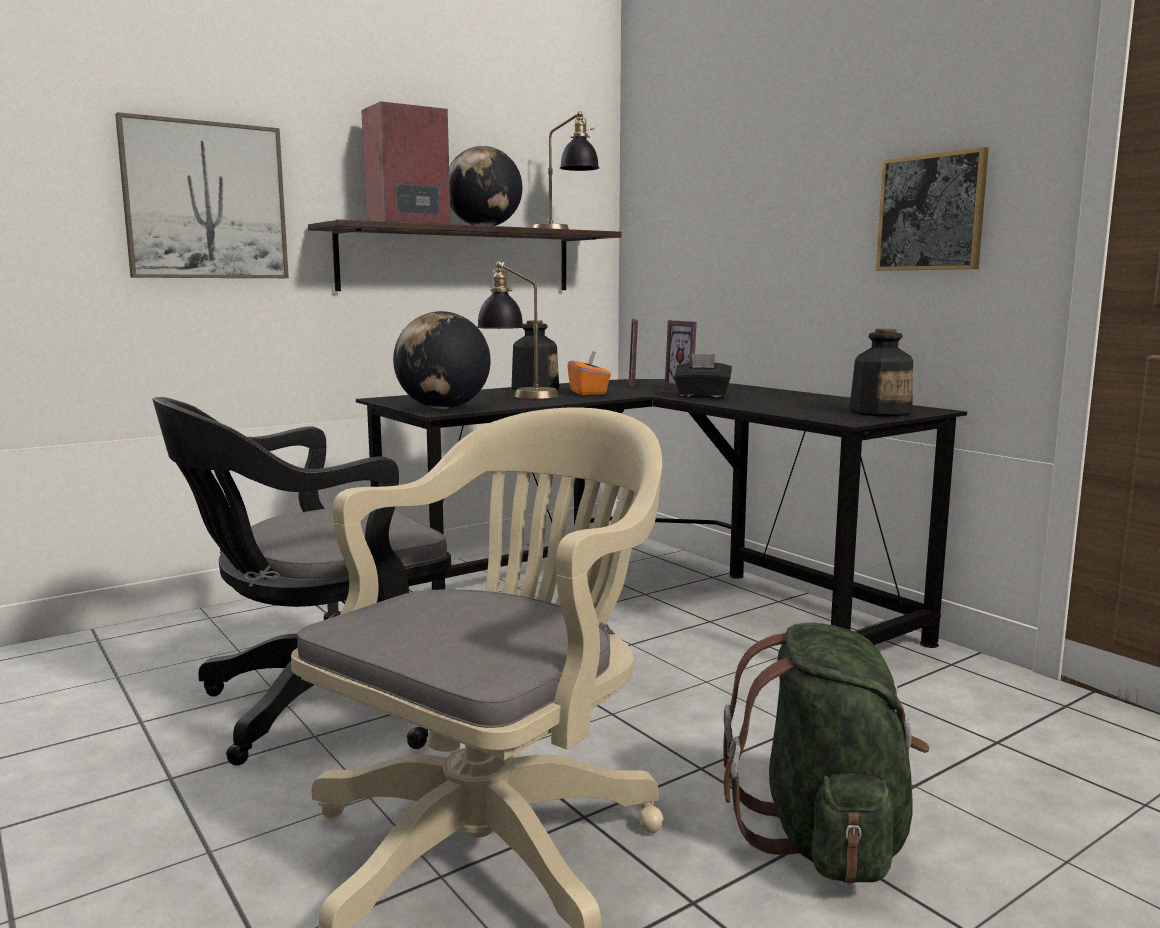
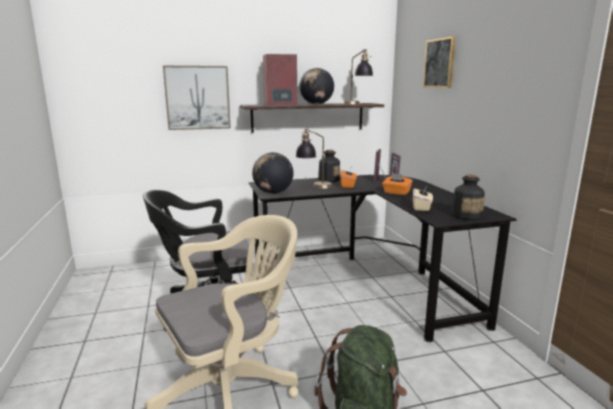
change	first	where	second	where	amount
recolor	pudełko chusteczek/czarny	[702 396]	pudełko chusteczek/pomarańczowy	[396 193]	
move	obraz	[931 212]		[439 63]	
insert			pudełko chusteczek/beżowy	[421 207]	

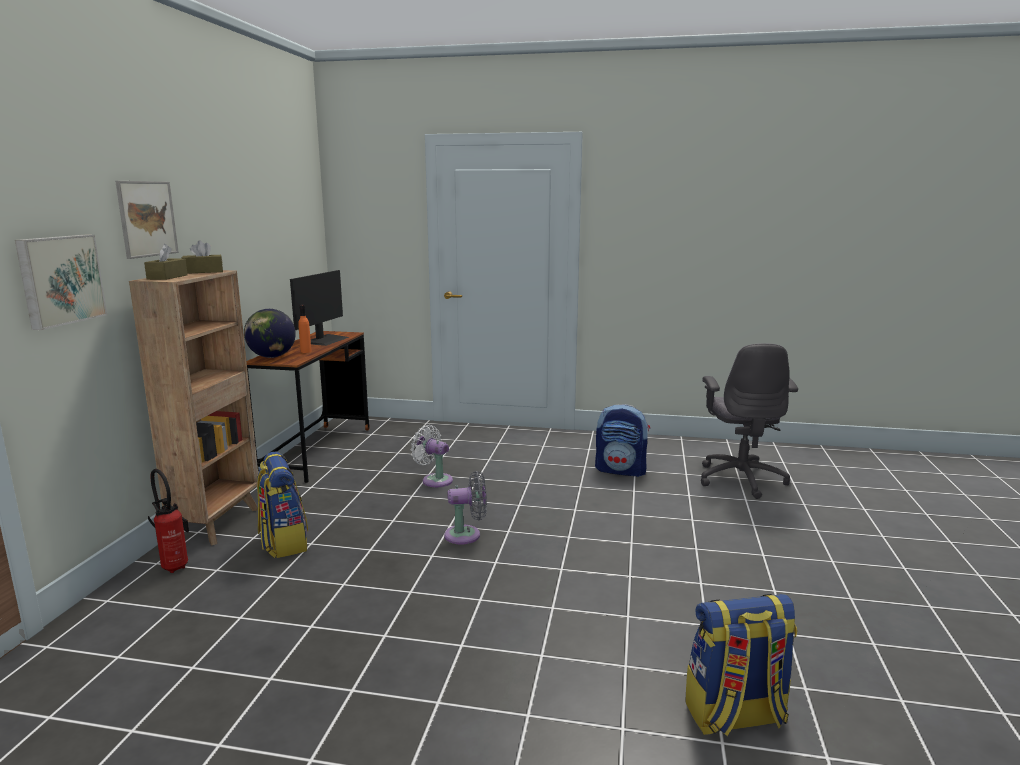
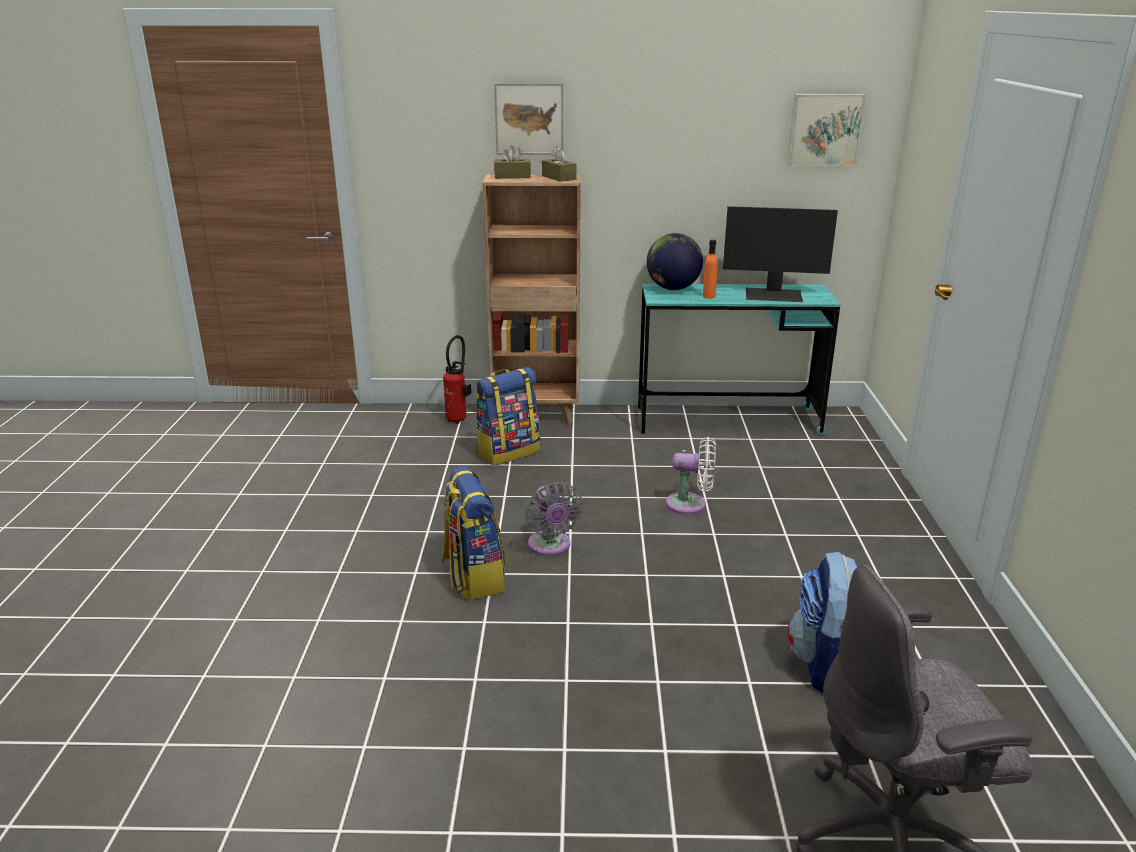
change	first	where	second	where	amount
move	obraz	[59 280]		[824 129]	
recolor	biurko/brązowy	[317 451]	biurko/turkusowy	[727 420]	
rotate	wentylator/biały	[434 480]		[690 504]	75 degrees clockwise
move	plecak	[735 716]		[473 577]	

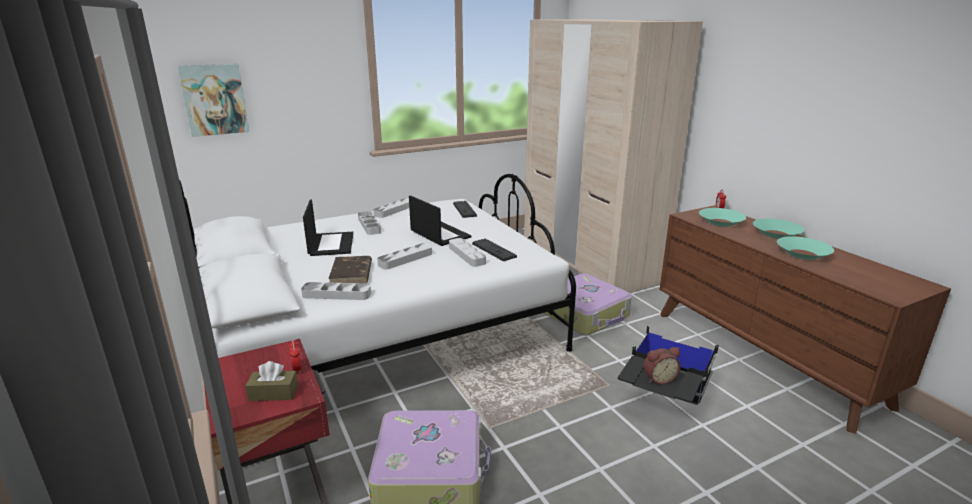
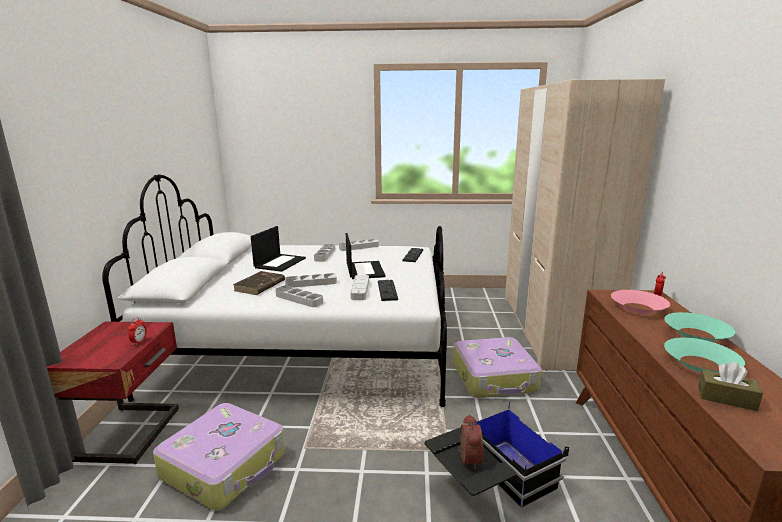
change	first	where	second	where	amount
delete	obraz	[214 99]			
move	pudełko chusteczek/brązowy	[273 393]		[726 398]	
move	taca/szary	[336 294]		[299 299]	
rotate	budzik	[658 378]		[467 458]	105 degrees counterclockwise
recolor	miska/turkusowy	[721 222]	miska/różowy	[638 308]	

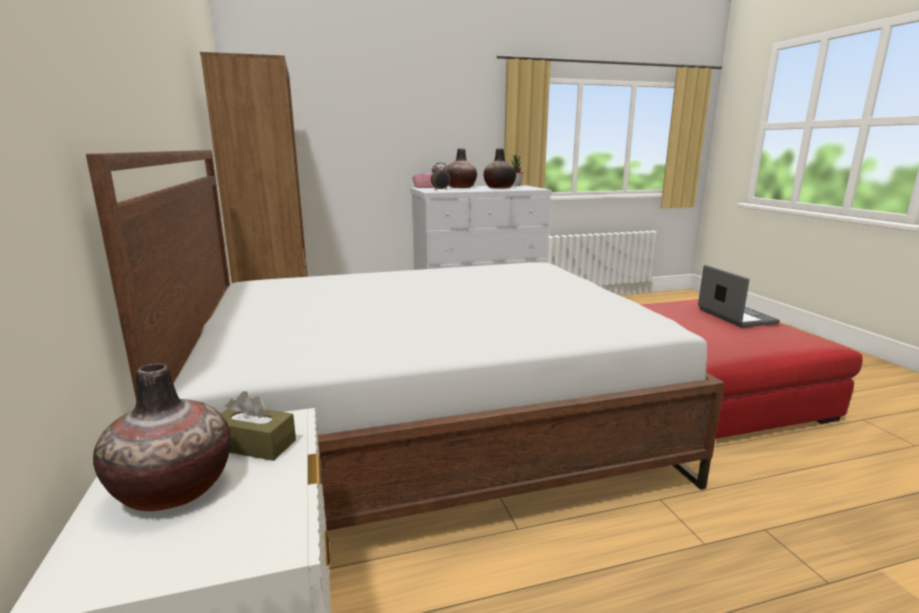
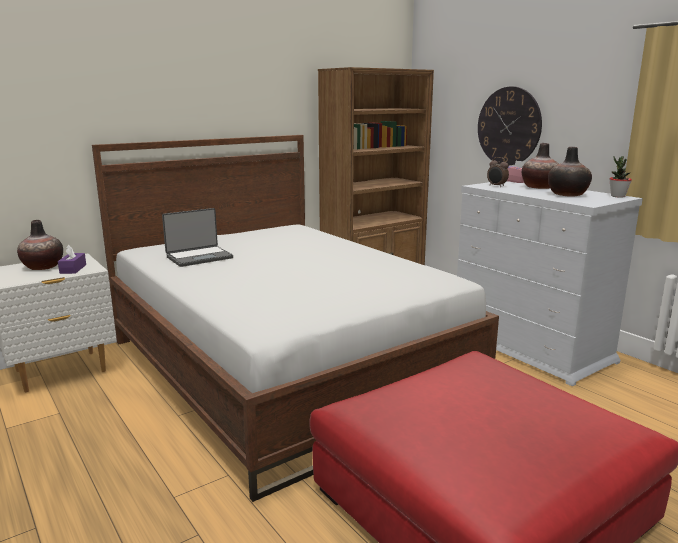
change	first	where	second	where	amount
recolor	pudełko chusteczek/brązowy	[255 445]	pudełko chusteczek/fioletowy	[73 269]	
move	laptop	[735 316]		[199 257]	
insert			zegar ścienny	[508 126]	

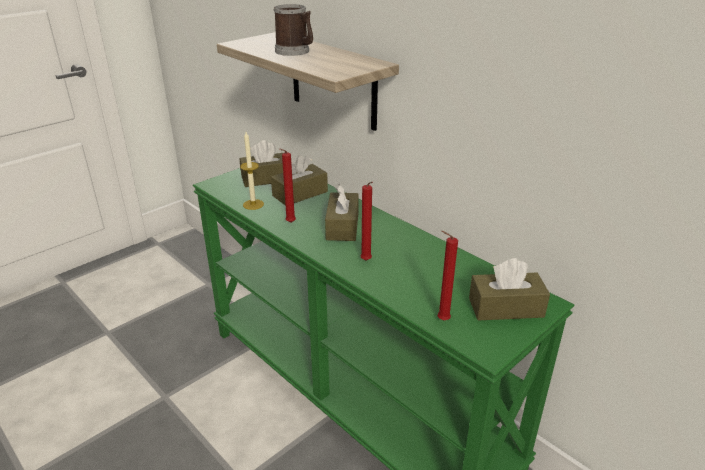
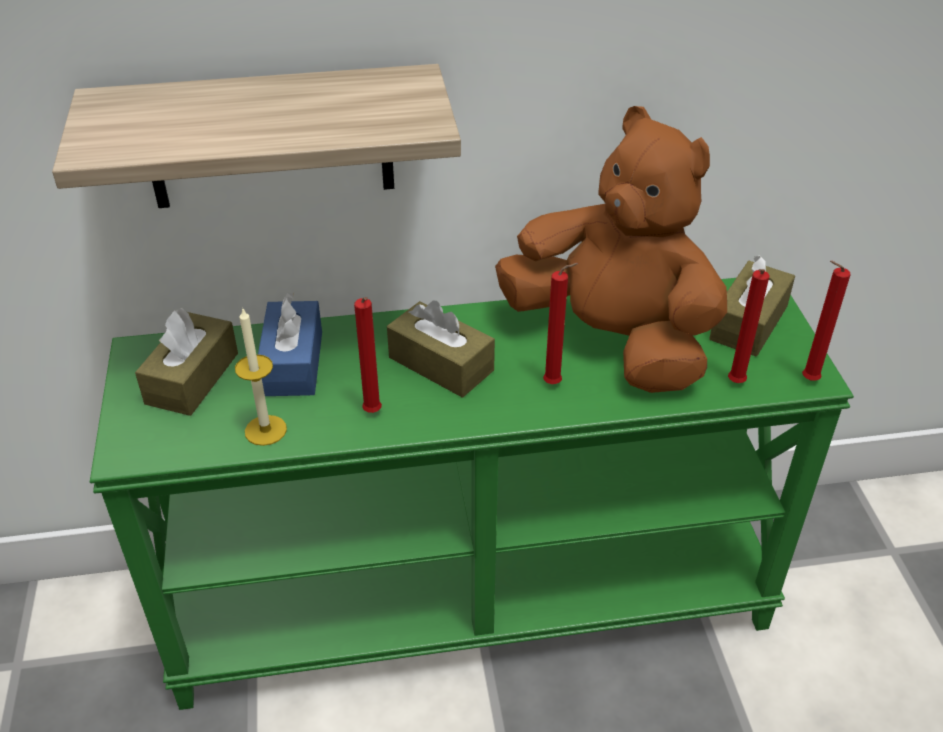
change	first	where	second	where	amount
recolor	pudełko chusteczek/brązowy	[300 194]	pudełko chusteczek/niebieski	[293 363]	
delete	kubek	[295 51]			
insert			pluszak/brązowy	[612 340]	
insert			świeca/czerwony	[806 380]	

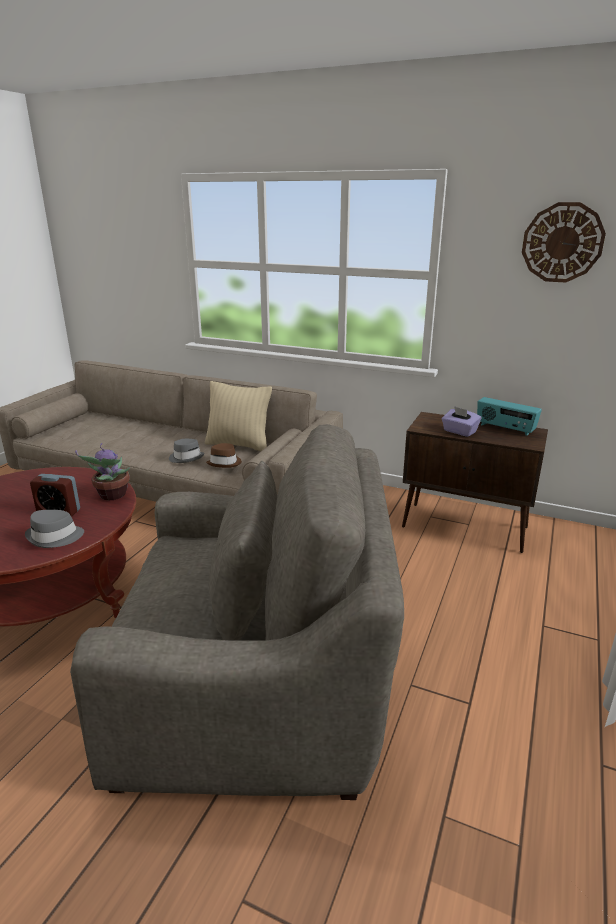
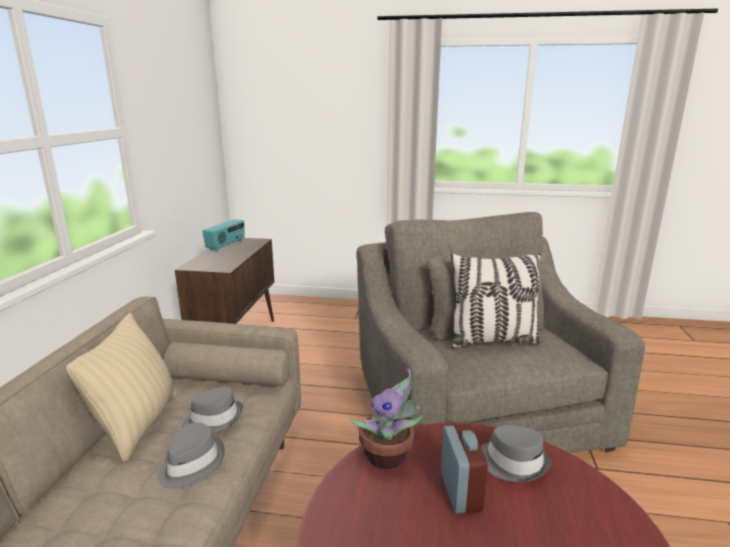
change	first	where	second	where	amount
recolor	kapelusz/brązowy	[225 463]	kapelusz/szary	[214 419]	
delete	pudełko chusteczek/fioletowy	[459 432]			
delete	zegar ścienny	[562 243]			
insert			poduszka	[492 341]	

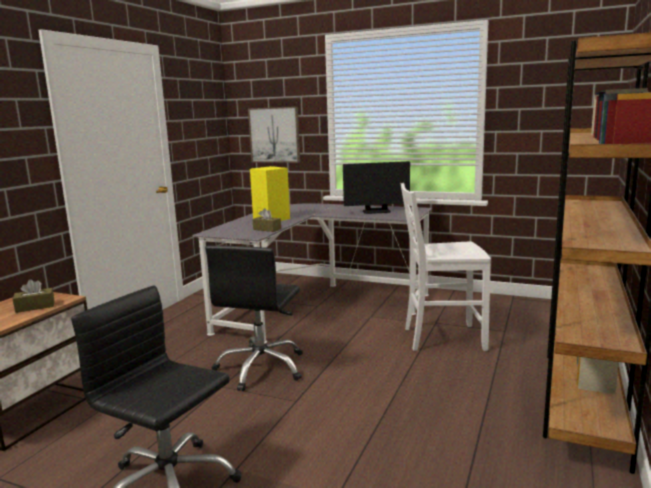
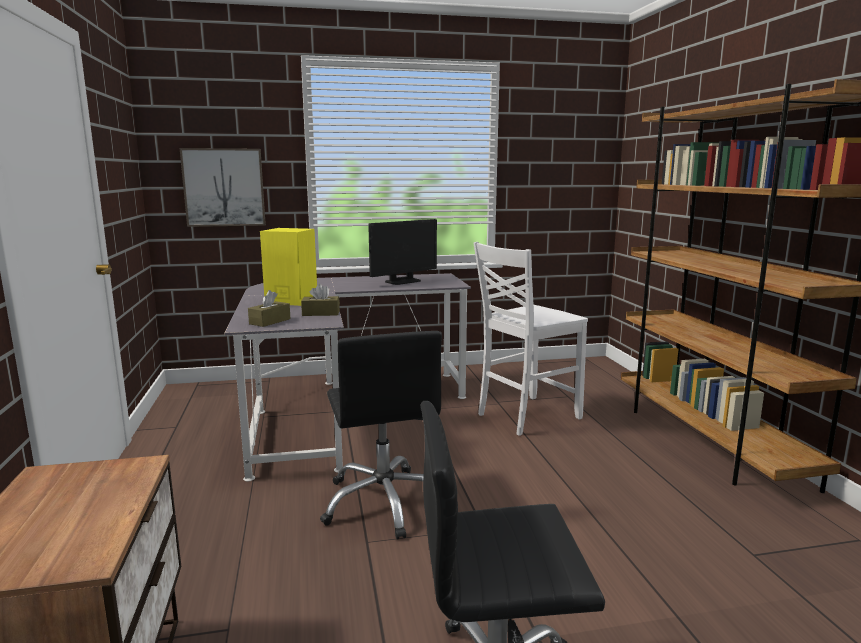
change	first	where	second	where	amount
move	pudełko chusteczek/brązowy	[35 307]		[270 321]	

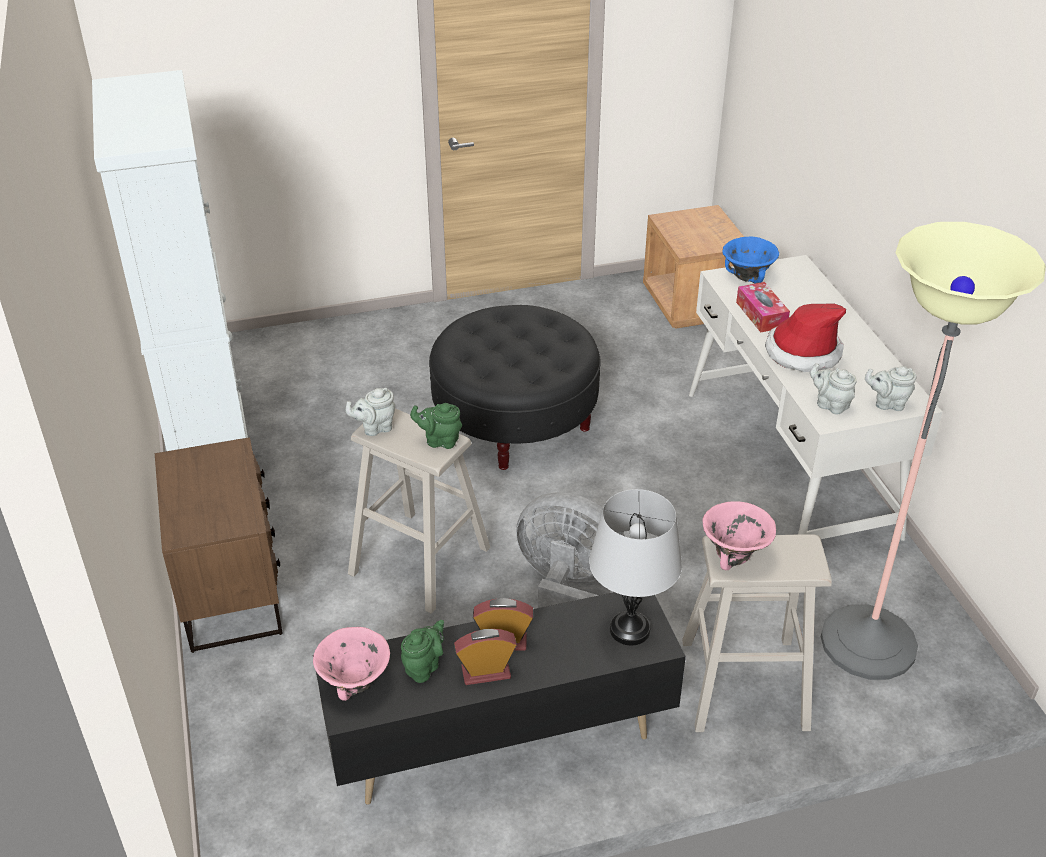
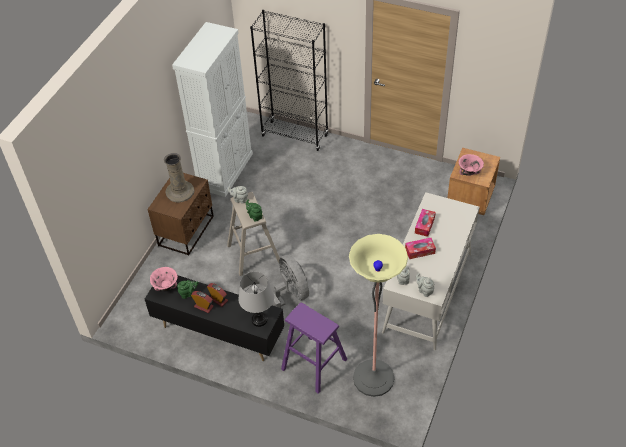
change	first	where	second	where	amount
delete	pufa/czarny	[515 422]			
recolor	stołek/beżowy	[743 684]	stołek/fioletowy	[314 364]	
move	miska/różowy	[735 553]		[469 172]	
delete	miska/niebieski	[748 275]			
replace	kapelusz	[802 352]	pudełko chusteczek	[420 251]	
insert			wazon/beżowy	[180 192]	
insert			regał/czarny	[295 135]	

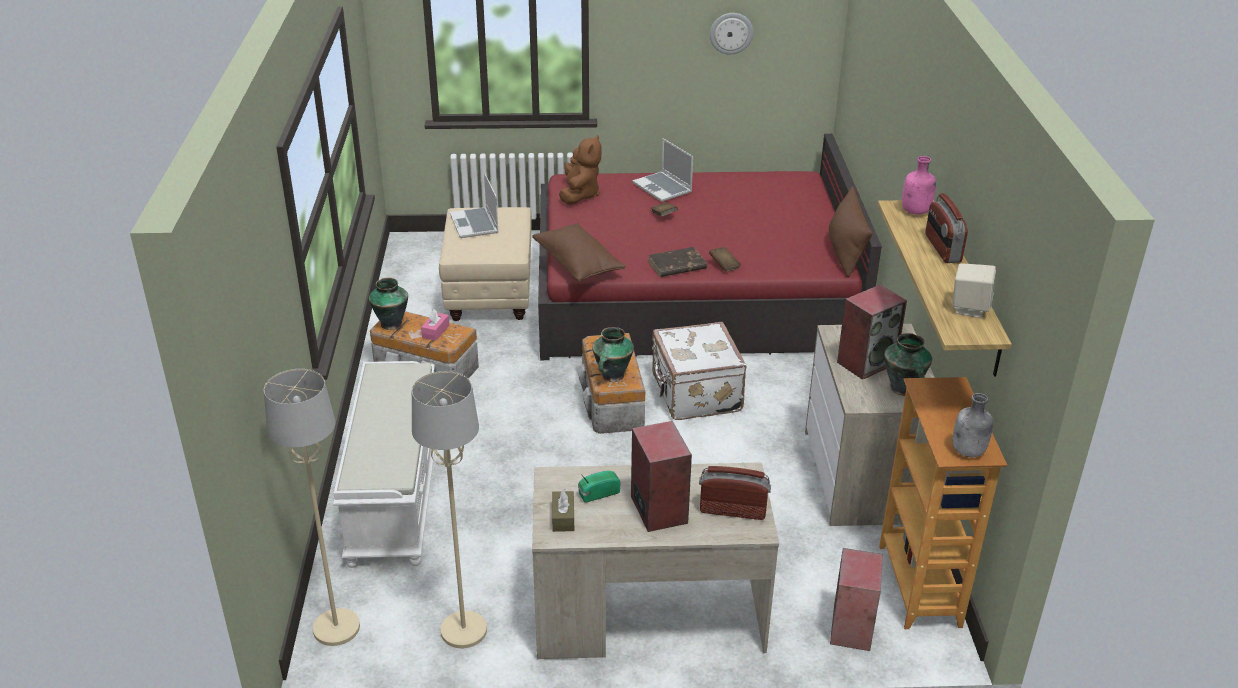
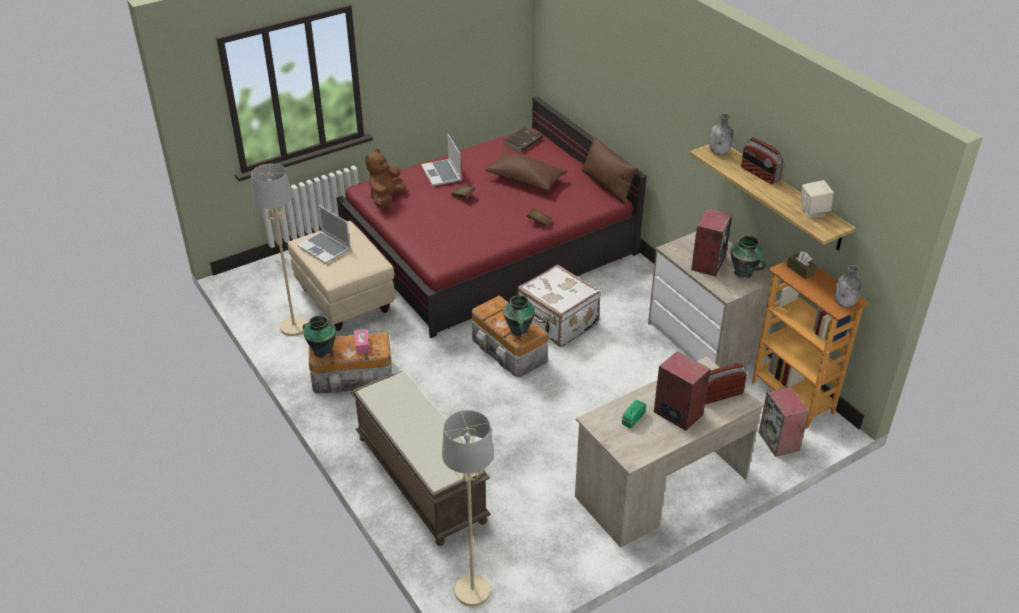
change	first	where	second	where	amount
recolor	ławka/biały	[394 492]	ławka/brązowy	[419 478]	
move	lampa stojąca/beżowy	[463 631]		[294 327]	
move	poduszka/brązowy	[578 264]		[525 180]	
move	pudełko chusteczek/brązowy	[563 517]		[800 270]	
rotate	pluszak/brązowy	[579 195]		[386 198]	135 degrees counterclockwise
rotate	laptop	[663 188]		[442 174]	45 degrees clockwise
move	książka/brązowy	[676 265]		[522 142]	
delete	zegar ścienny	[731 33]			
recolor	butelka/różowy	[916 212]	butelka/szary	[719 152]	

